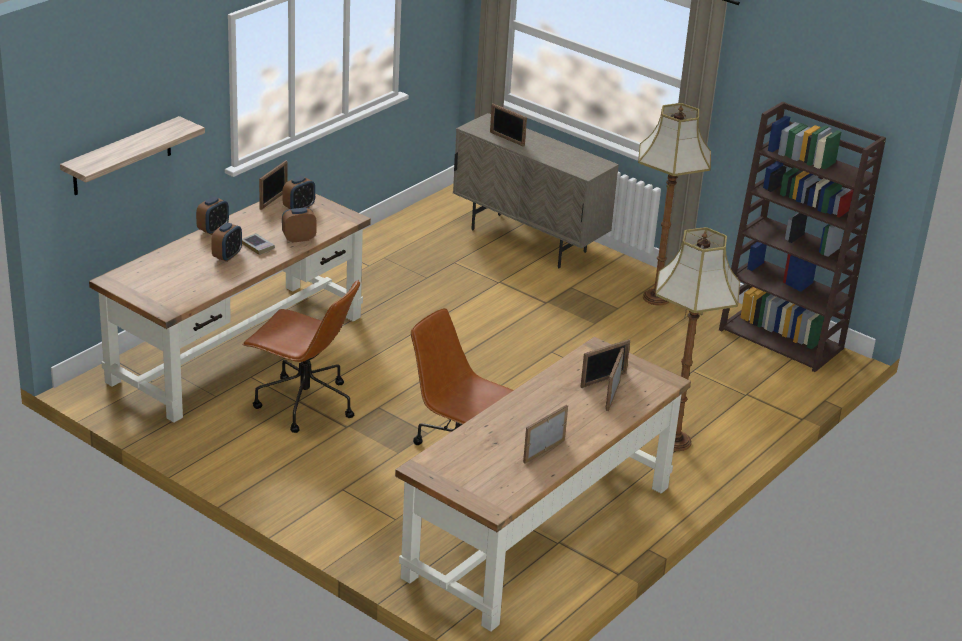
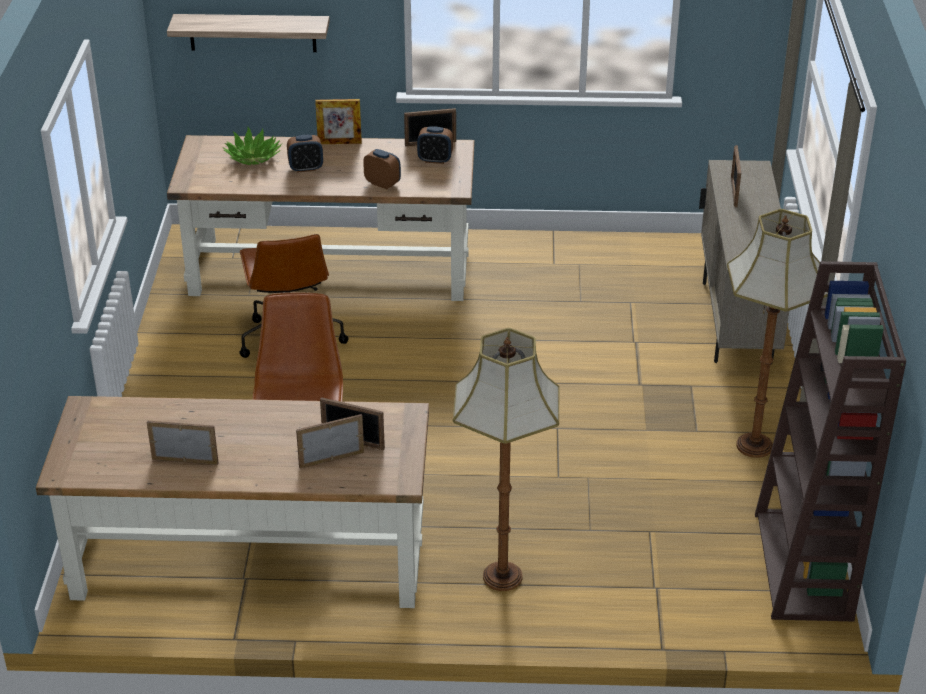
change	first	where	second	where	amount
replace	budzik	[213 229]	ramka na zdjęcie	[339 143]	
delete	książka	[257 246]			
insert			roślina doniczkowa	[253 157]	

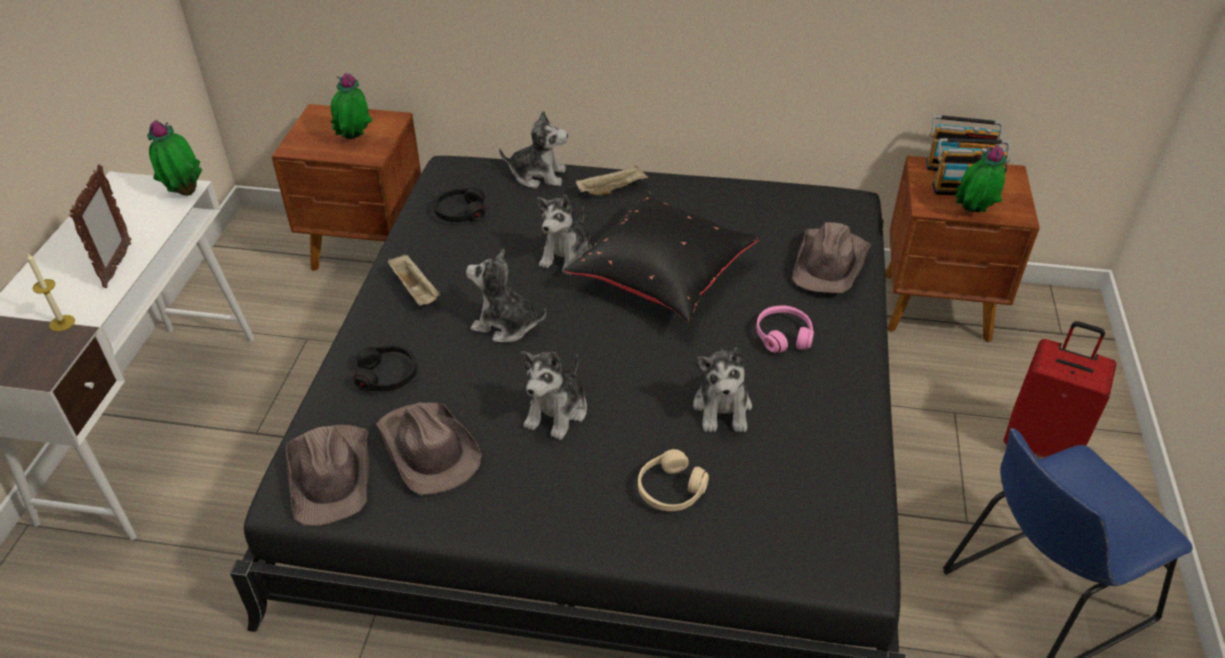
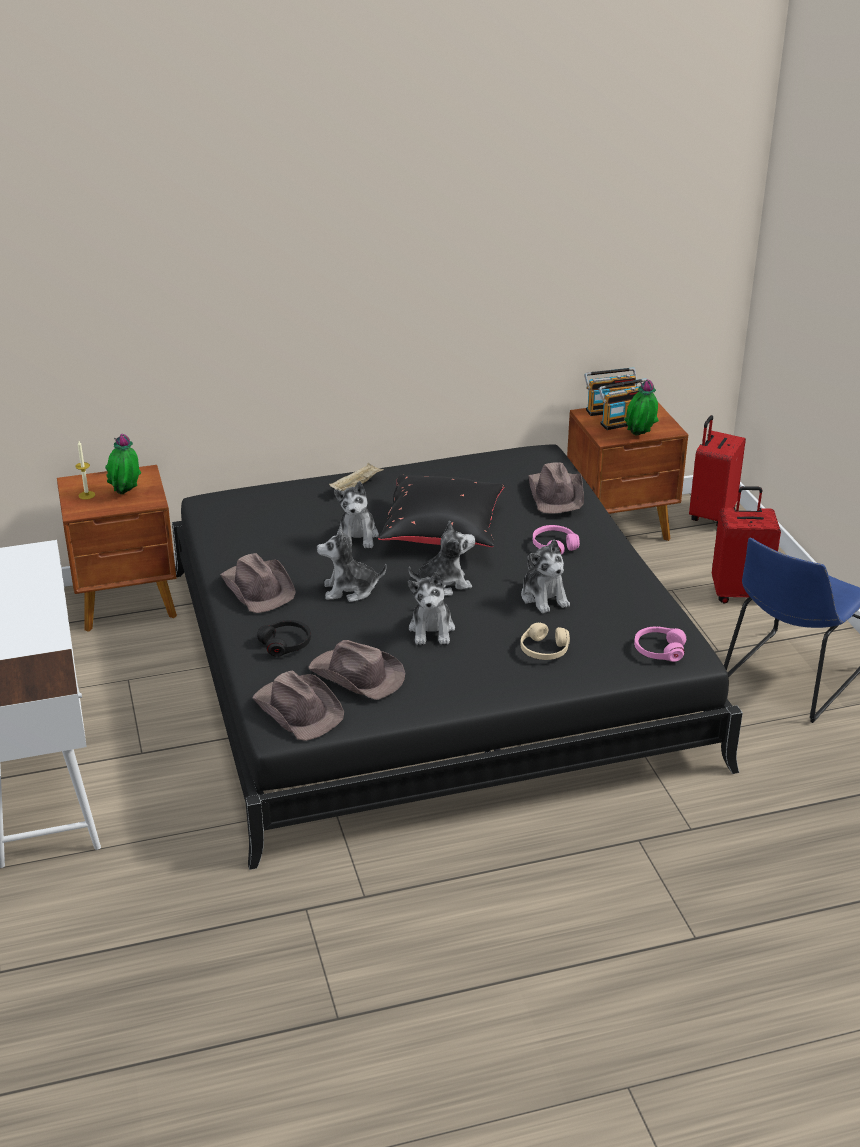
change	first	where	second	where	amount
move	świeca	[62 323]		[87 495]	
delete	ramka na zdjęcie	[117 266]			
delete	roślina doniczkowa	[185 192]			
replace	taca/beżowy	[416 290]	kapelusz/brązowy	[258 587]	
delete	słuchawki/czarny	[460 212]			
move	pluszak	[538 175]		[443 584]	
insert			słuchawki/różowy	[659 650]	
insert			walizka/czerwony	[711 515]	

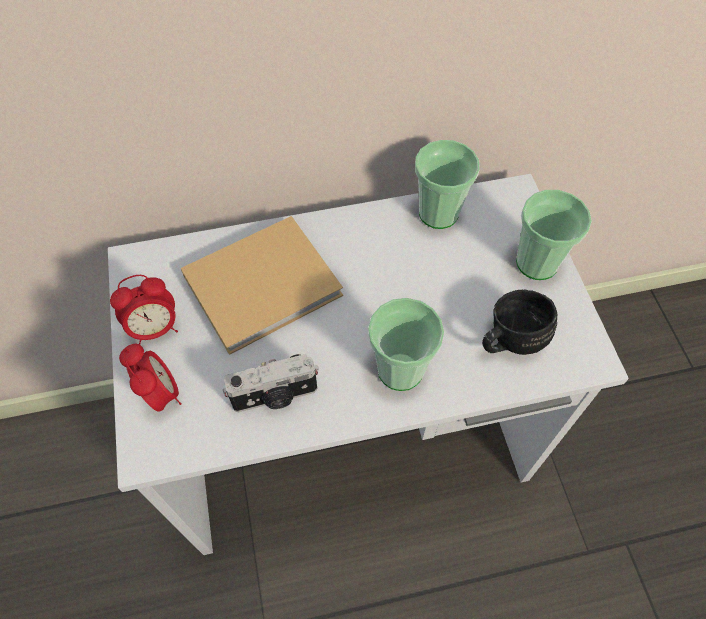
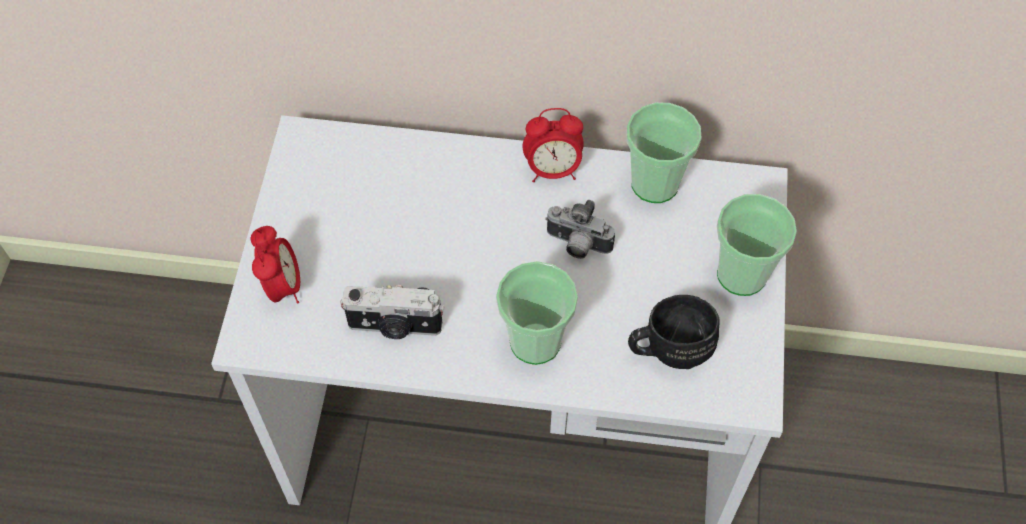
change	first	where	second	where	amount
move	budzik	[155 329]		[552 170]	
delete	książka/beżowy	[266 284]			
insert			aparat fotograficzny	[577 245]	

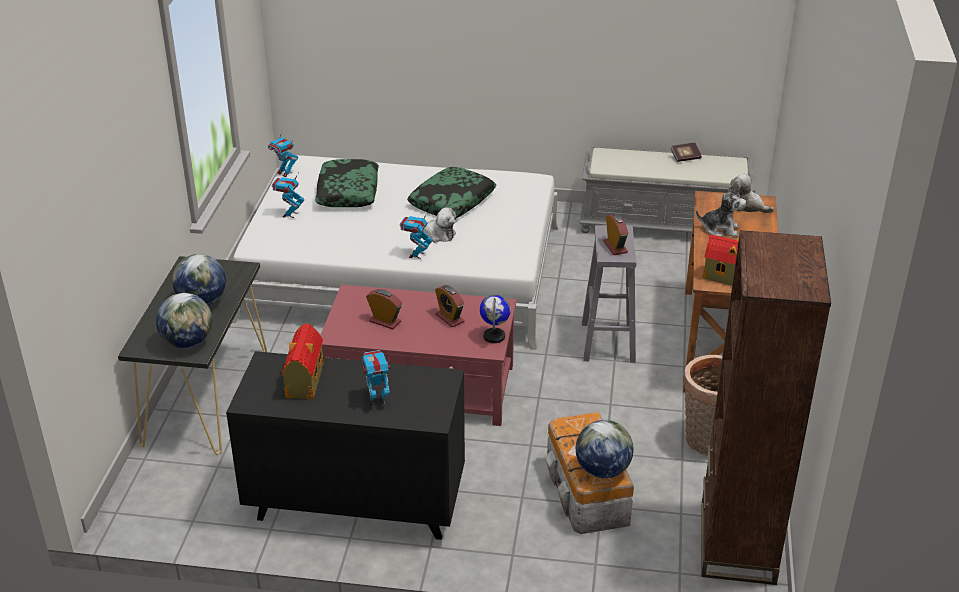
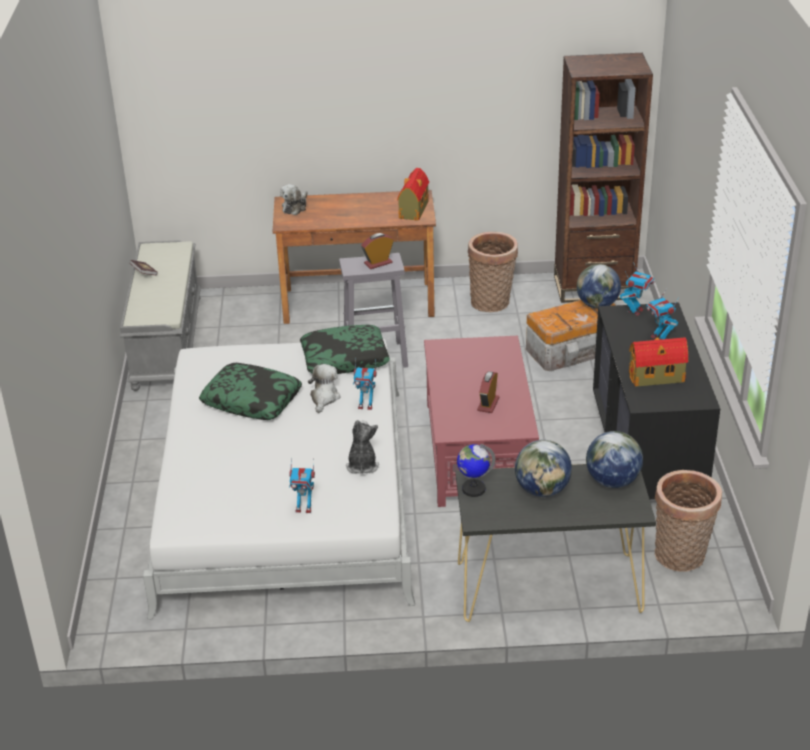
change	first	where	second	where	amount
move	robot zabawkowy	[285 173]		[635 311]	
move	poduszka	[347 191]		[344 358]	
delete	budzik	[449 318]			
move	globus	[494 336]		[473 489]	
move	pluszak	[720 229]		[362 465]	
insert			koszyk	[681 558]	

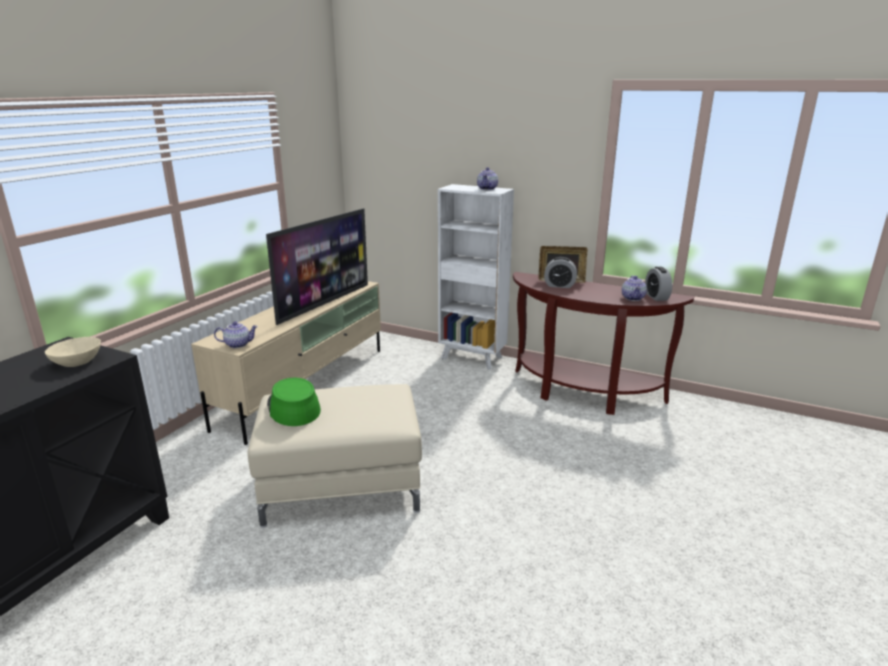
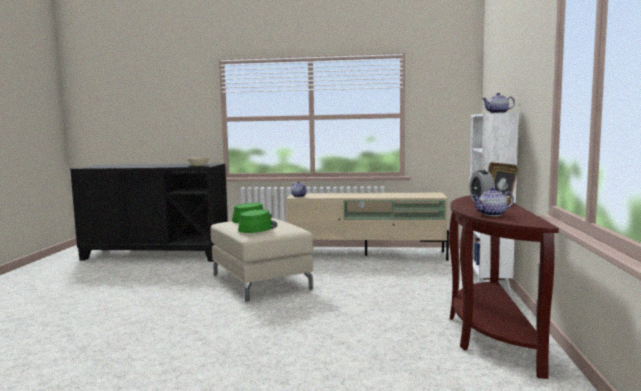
change	first	where	second	where	amount
delete	telewizor	[324 303]			
delete	budzik	[656 297]			
insert			kapelusz/zielony	[257 228]	

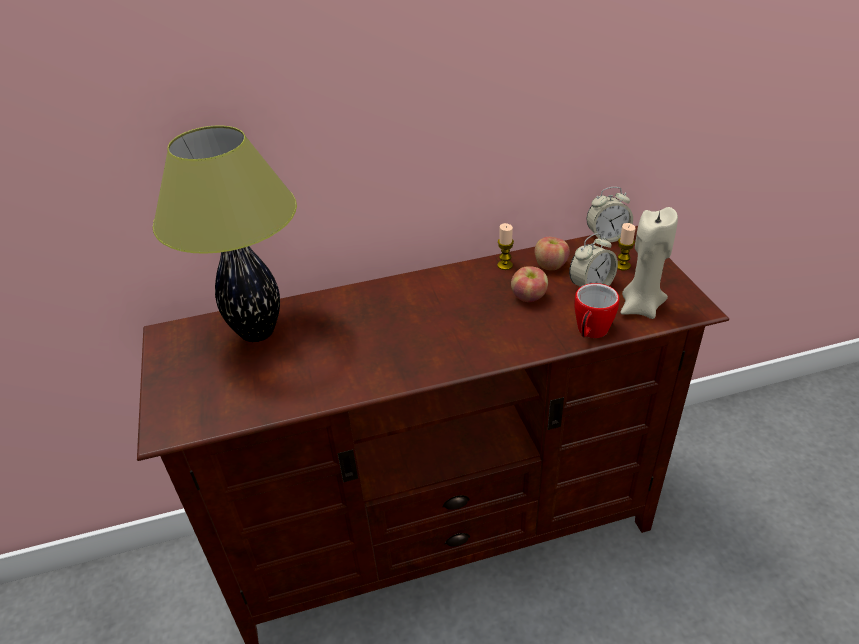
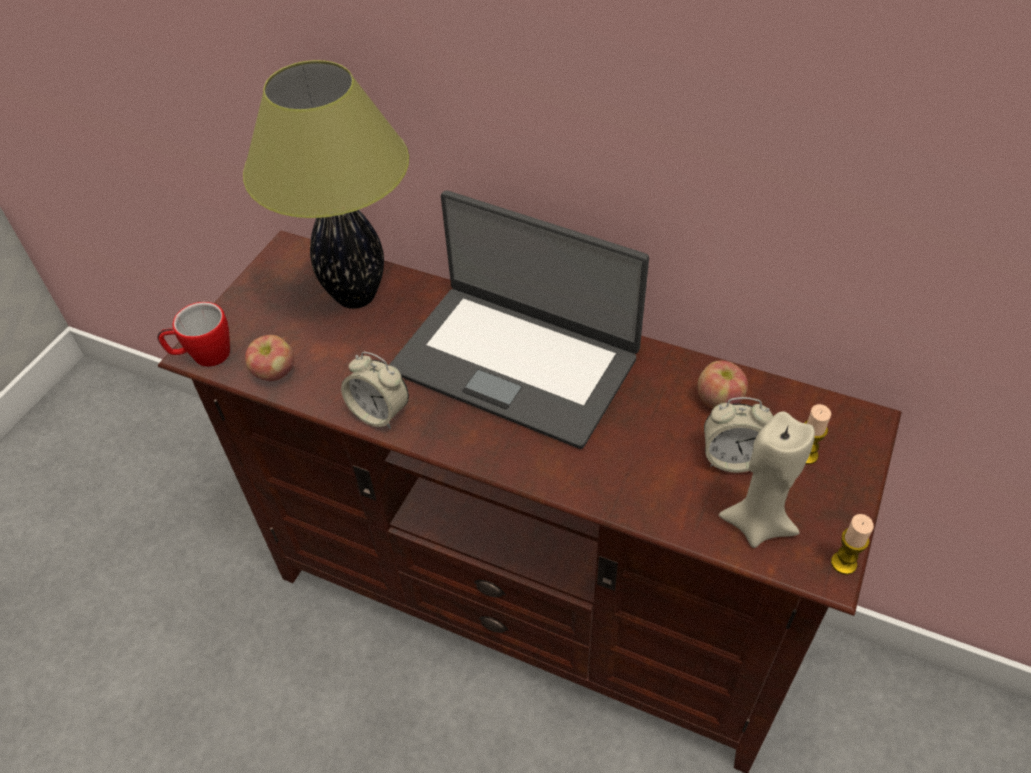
change	first	where	second	where	amount
move	świeca	[505 265]		[843 563]	
move	jabłko	[528 297]		[275 373]	
move	kubek	[590 333]		[204 356]	
move	budzik	[606 237]		[379 413]	
insert			laptop	[516 361]	

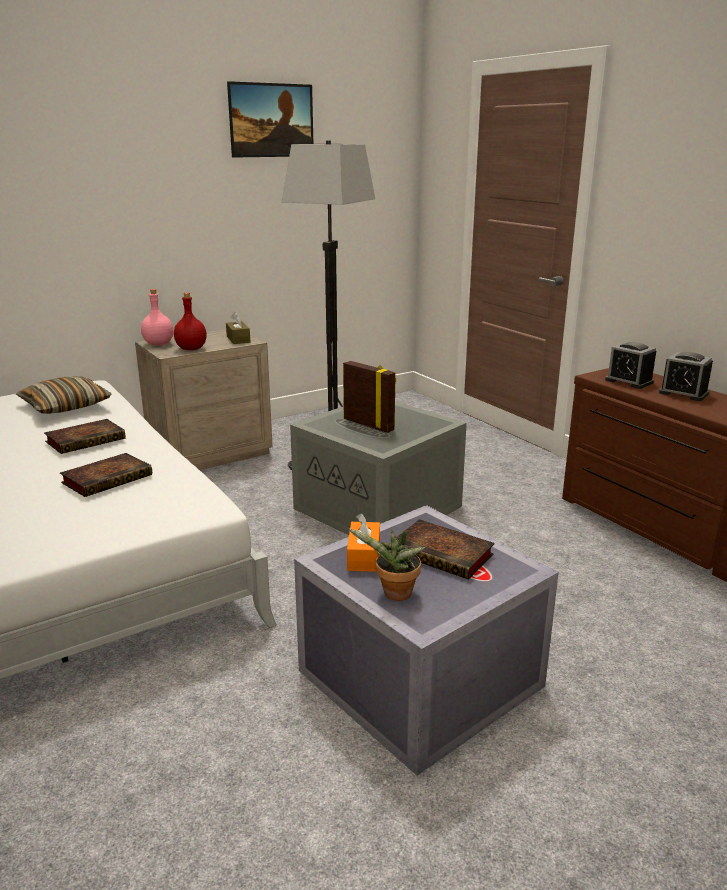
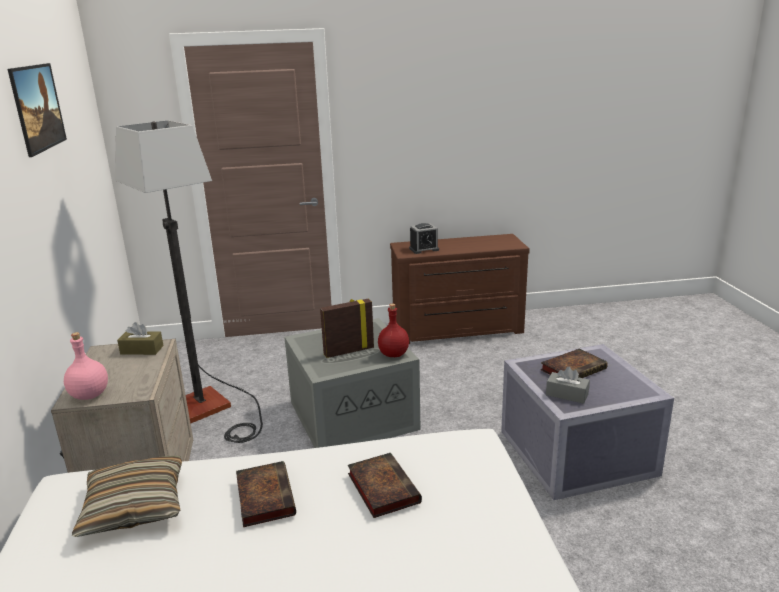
change	first	where	second	where	amount
move	butelka/czerwony	[192 349]		[394 354]	
recolor	pudełko chusteczek/pomarańczowy	[364 556]	pudełko chusteczek/szary	[567 394]	
delete	roślina doniczkowa	[394 595]			
delete	budzik	[683 393]			

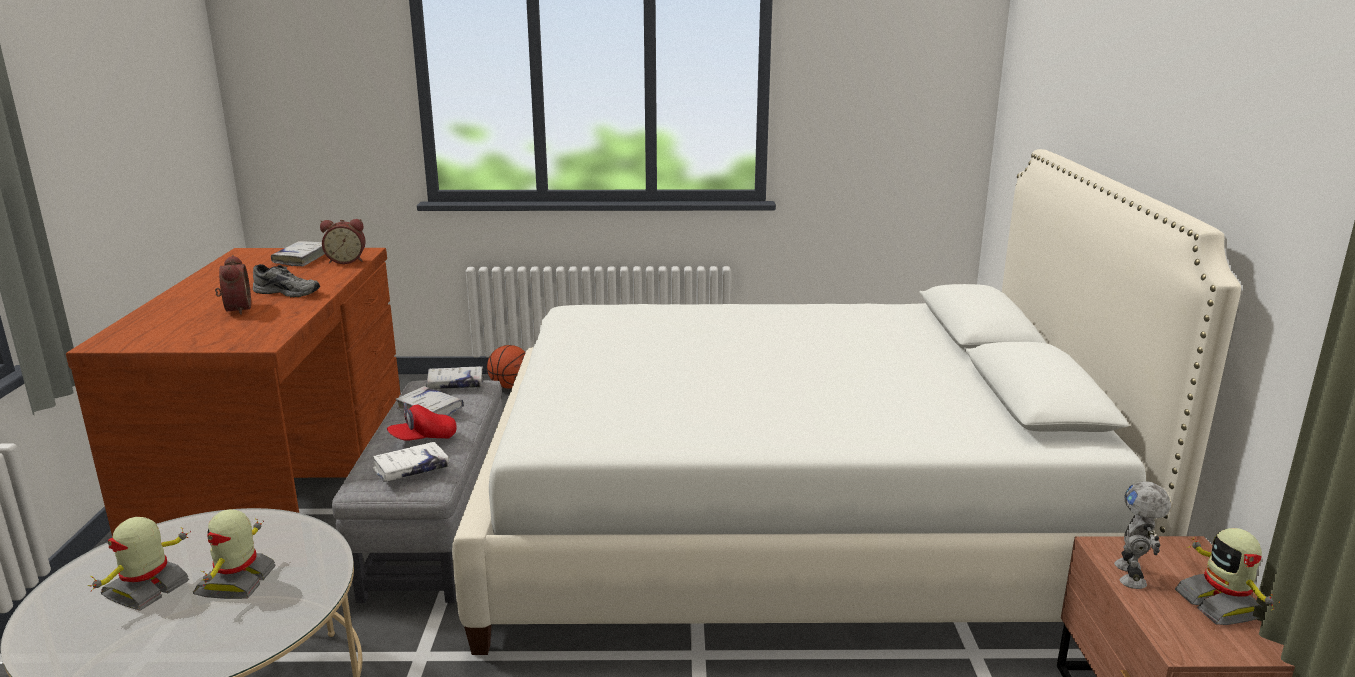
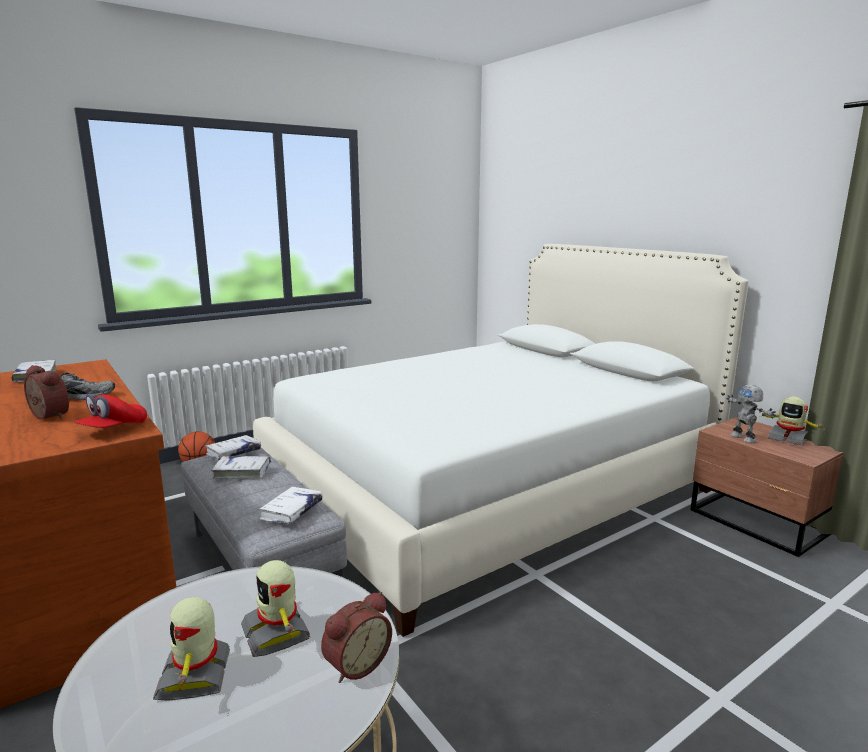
change	first	where	second	where	amount
move	budzik	[346 261]		[355 664]	
move	czapka z daszkiem/czerwony	[423 439]		[113 429]	

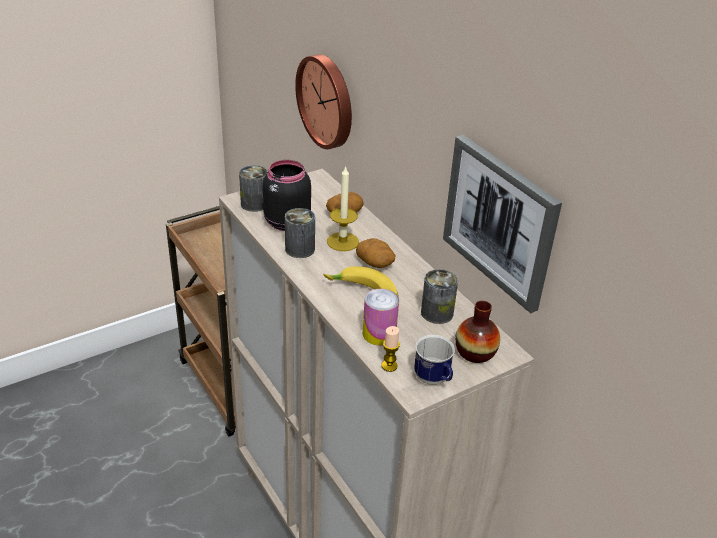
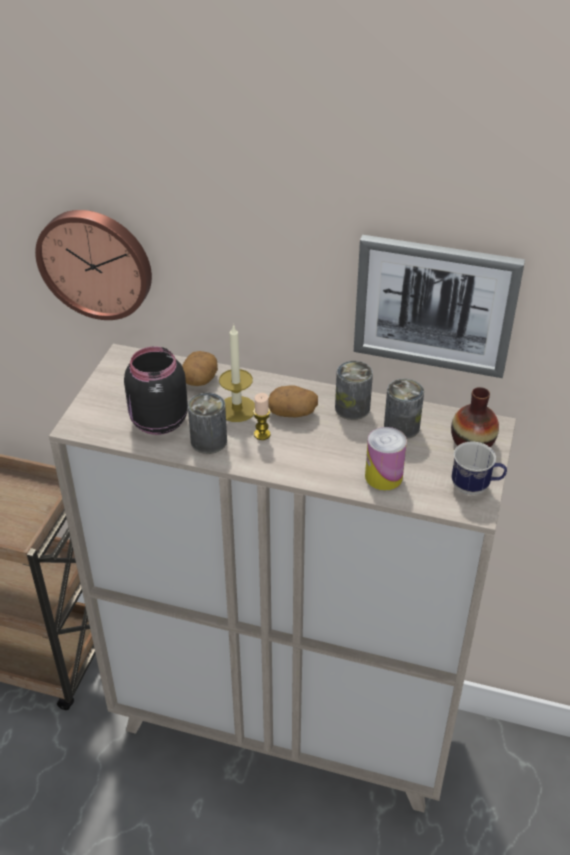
change	first	where	second	where	amount
move	puszka	[254 204]		[352 408]	
delete	banan	[363 294]			
move	świeca	[389 366]		[262 434]	

